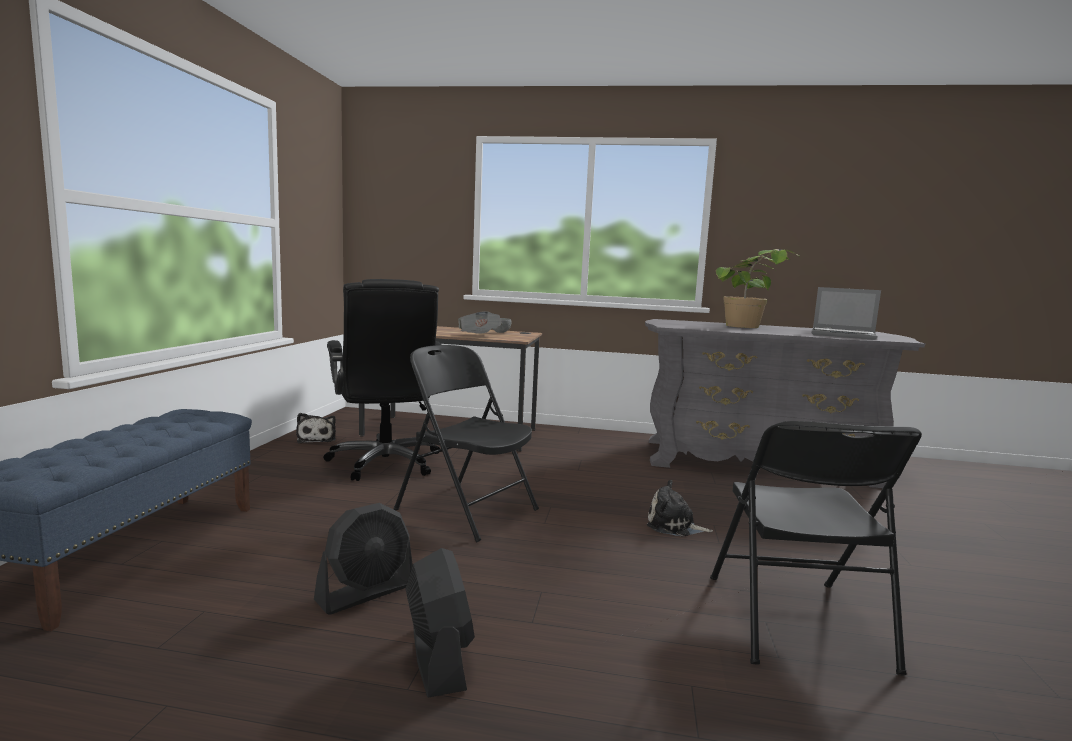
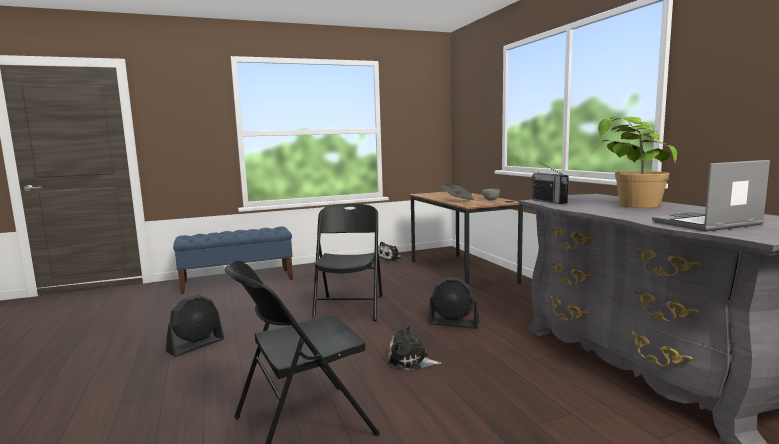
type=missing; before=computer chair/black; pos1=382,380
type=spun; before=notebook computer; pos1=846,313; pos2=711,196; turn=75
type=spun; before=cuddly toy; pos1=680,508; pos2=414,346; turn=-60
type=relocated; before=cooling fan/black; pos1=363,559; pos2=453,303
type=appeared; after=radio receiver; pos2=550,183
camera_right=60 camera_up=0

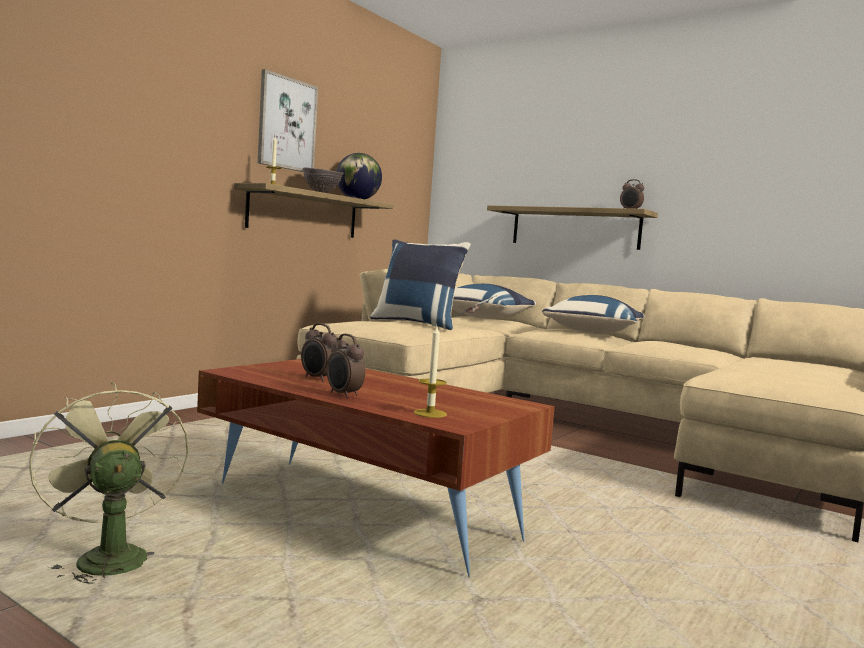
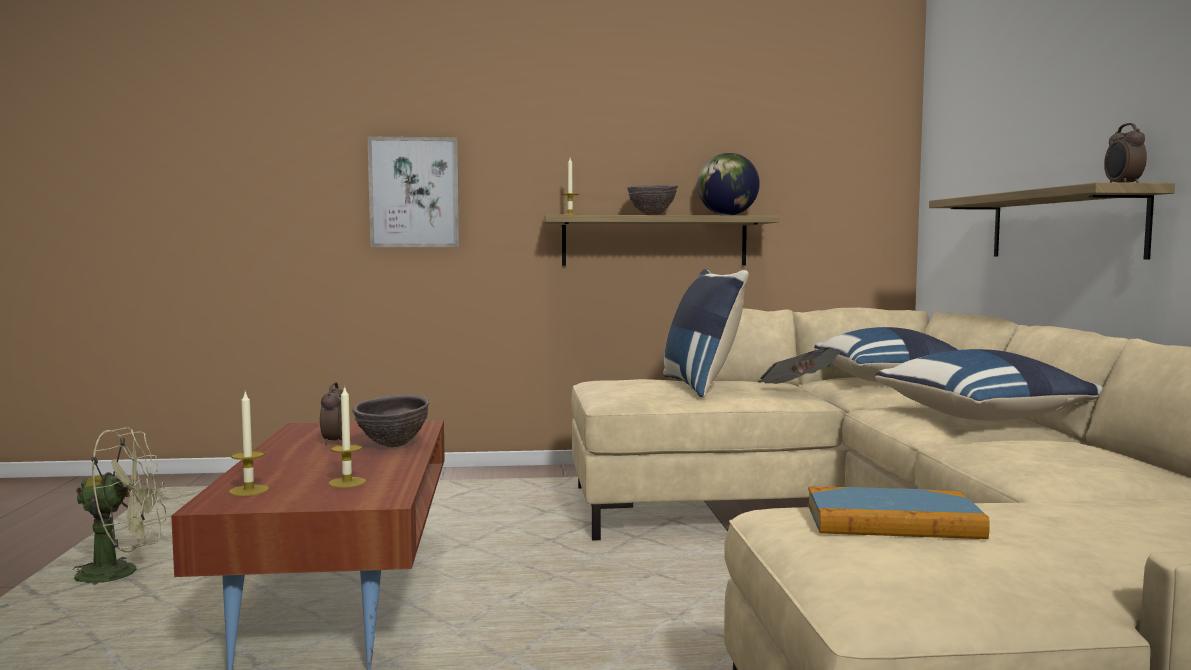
type=relocated; before=wall art; pos1=288,120; pos2=413,191
type=missing; before=bedside clock; pos1=346,366
type=spun; before=cooling fan/green; pos1=109,483; pos2=119,506; turn=60
type=appeared; after=candle; pos2=347,437
type=appeared; after=bowl/brown; pos2=391,421
type=appeared; after=volume; pos2=899,513
camera_right=50 camera_up=0

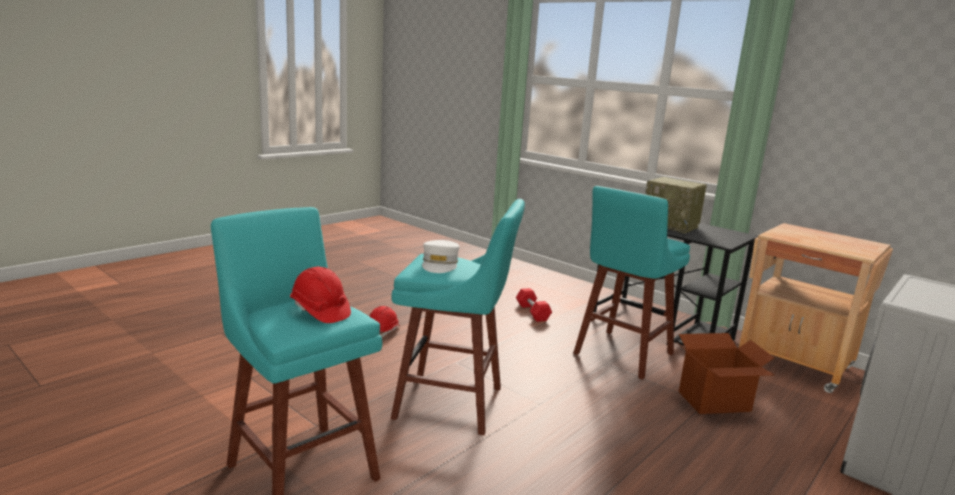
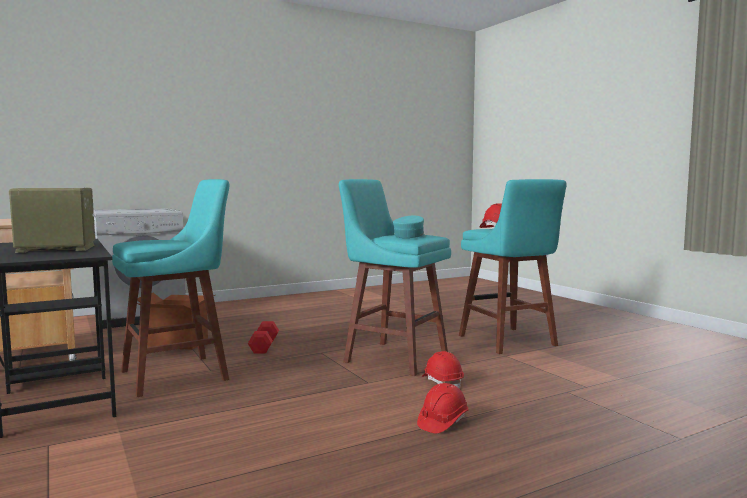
type=spun; before=radio receiver; pos1=676,205; pos2=52,220; turn=-75
type=colour; before=cap/white; after=cap/blue-green; pos1=441,256; pos2=409,227
type=relocated; before=dumbbell/reddish; pos1=534,305; pos2=263,337
type=appeared; after=work helmet/reddish; pos2=443,369
camera_right=-160 camera_up=-10

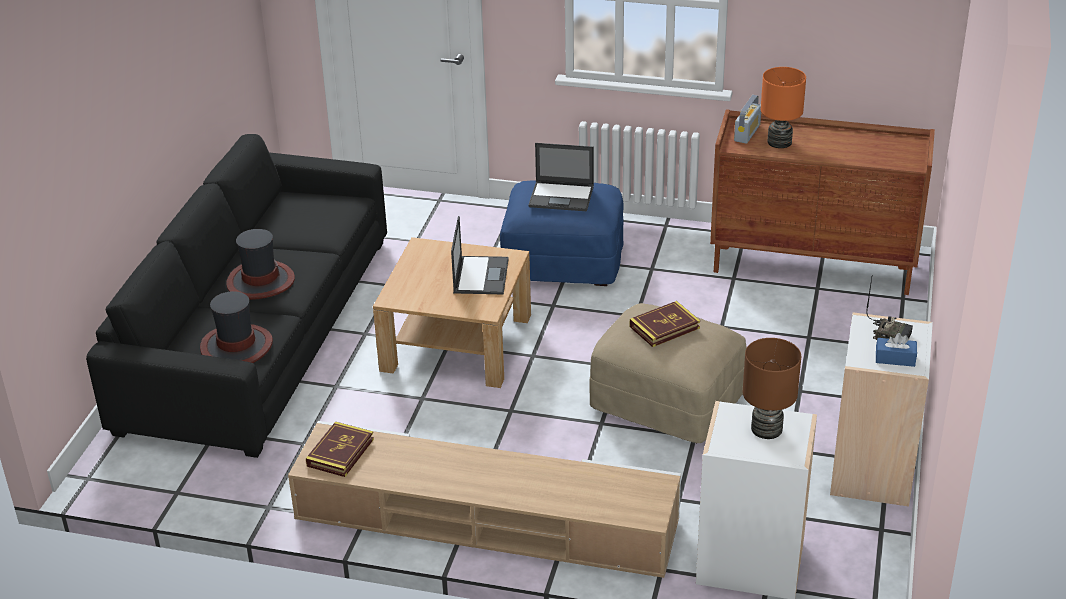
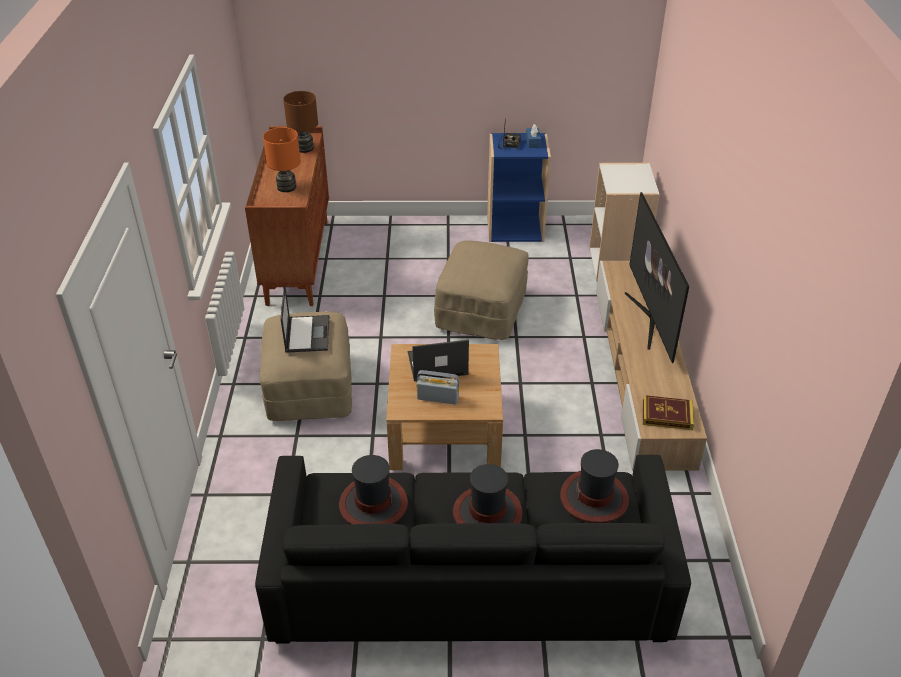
type=relocated; before=radio receiver; pos1=747,119; pos2=438,387
type=colour; before=pouffe/bluish; after=pouffe/sand-coloured; pos1=562,233; pos2=305,366
type=missing; before=volume; pos1=665,324
type=colour; before=bookshelf/white; after=bookshelf/bluish; pos1=881,409; pos2=519,187
type=relocated; before=lamp for a table/brown; pos1=772,388; pos2=300,122
type=appeared; after=TV; pos2=657,277
type=appeared; after=hat; pos2=373,489
camera_right=-105 camera_up=5

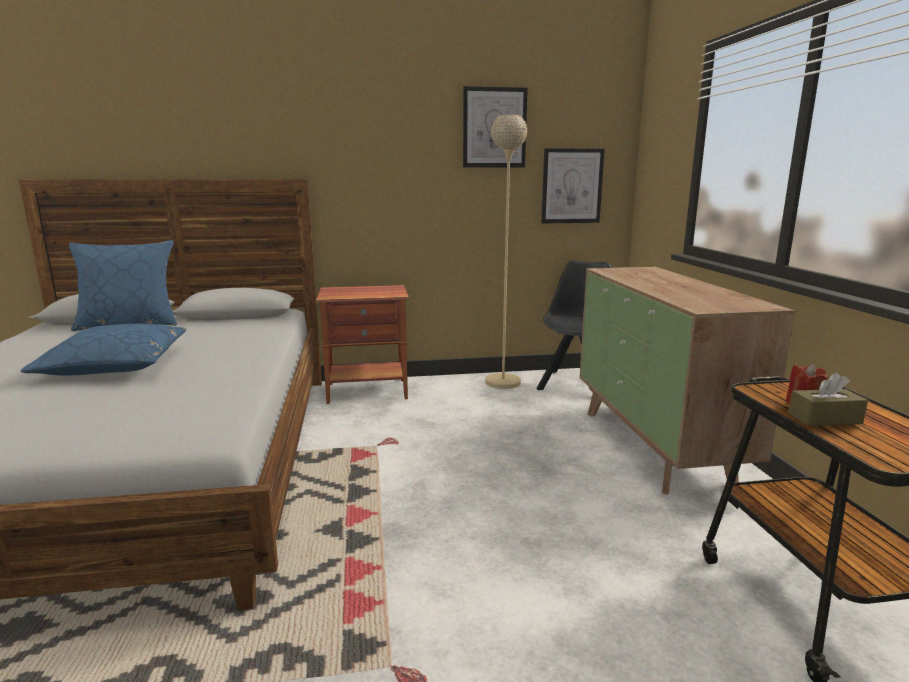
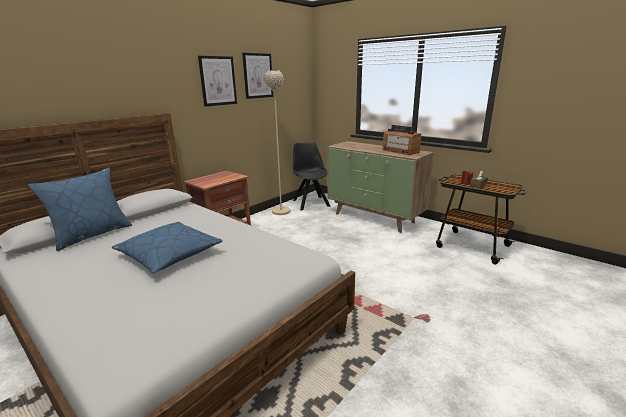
type=relocated; before=wall art; pos1=573,186; pos2=217,81
type=appeared; after=radio receiver; pos2=401,140
camera_right=-40 camera_up=5

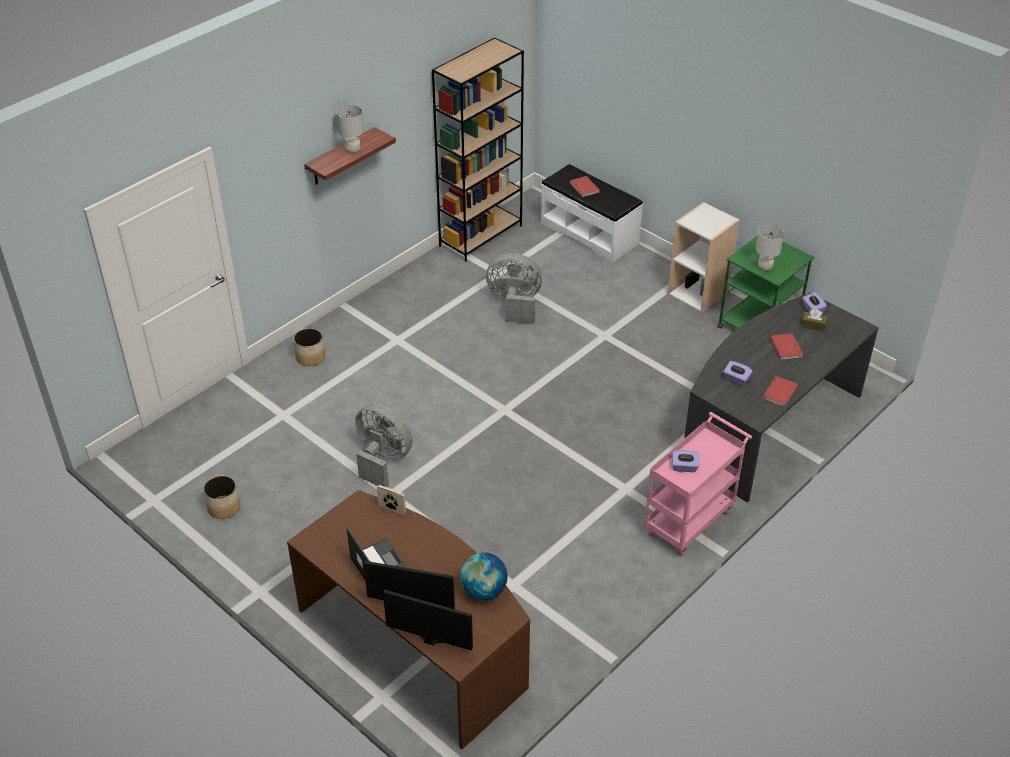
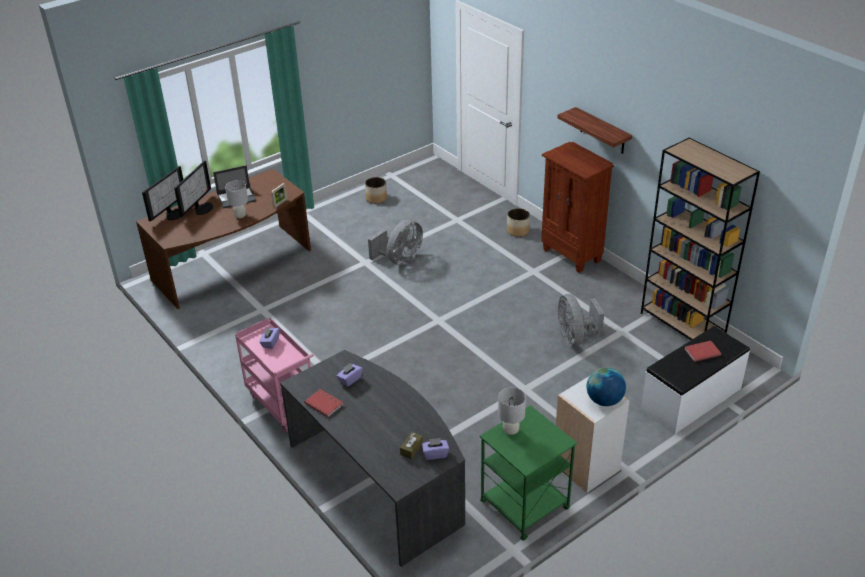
type=relocated; before=lamp for a table/gray; pos1=350,129; pos2=236,199
type=spun; before=cooling fan/gray; pos1=514,288; pos2=580,320; turn=150
type=missing; before=volume/reddish; pos1=786,346
type=relocated; before=desk globe; pos1=484,576; pos2=606,386
type=appeared; after=cupboard/brown; pos2=577,207
camera_right=100 camera_up=-5

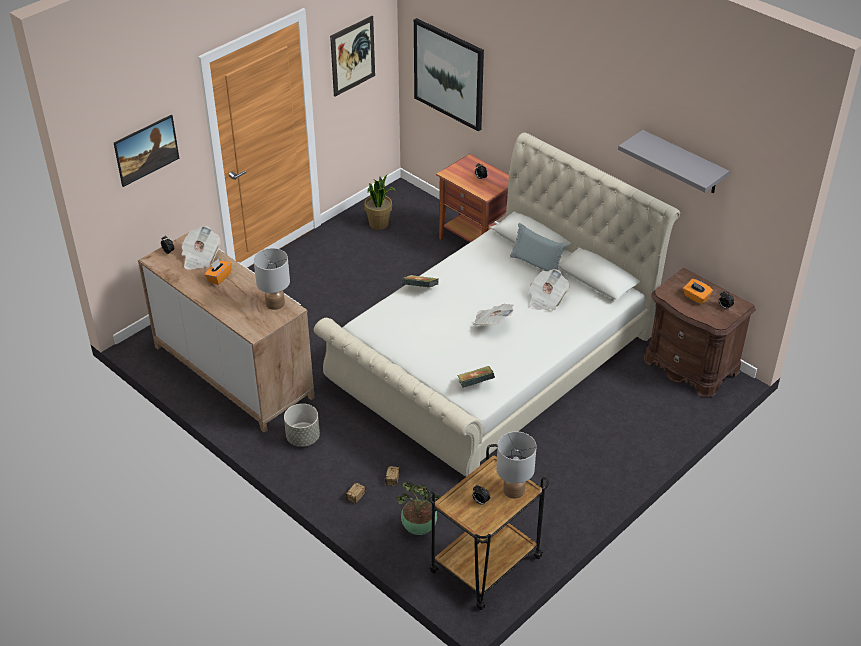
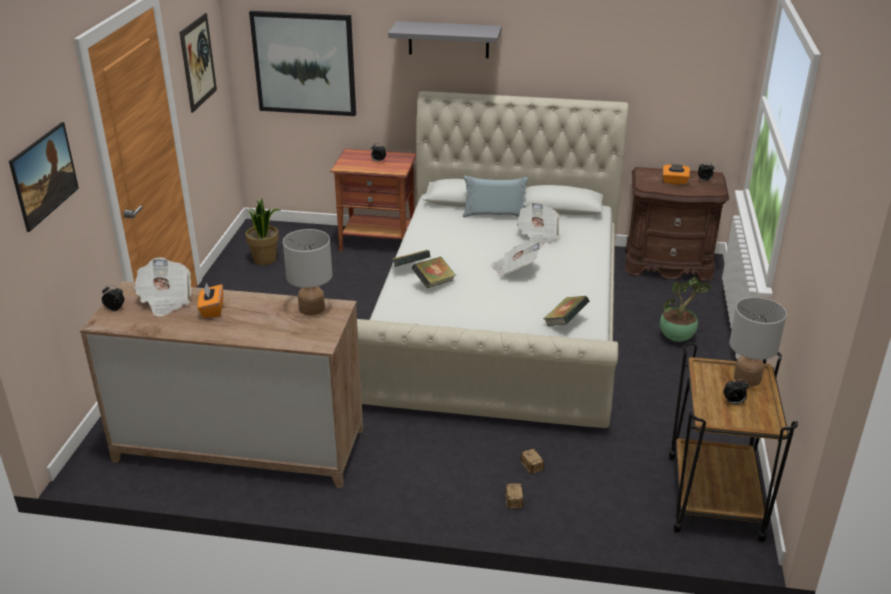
type=relocated; before=wall shelf/gray; pos1=673,161; pos2=445,39
type=missing; before=flower pot/gray; pos1=302,425
type=relocated; before=houseplant; pos1=418,508; pos2=685,309
type=appeared; after=volume; pos2=434,272
camera_right=-35 camera_up=-10

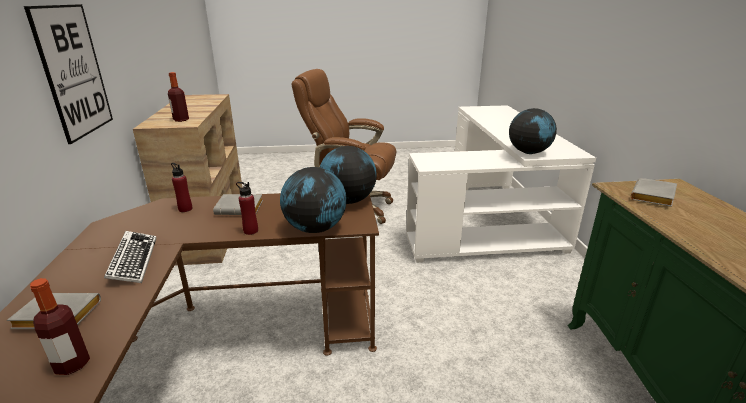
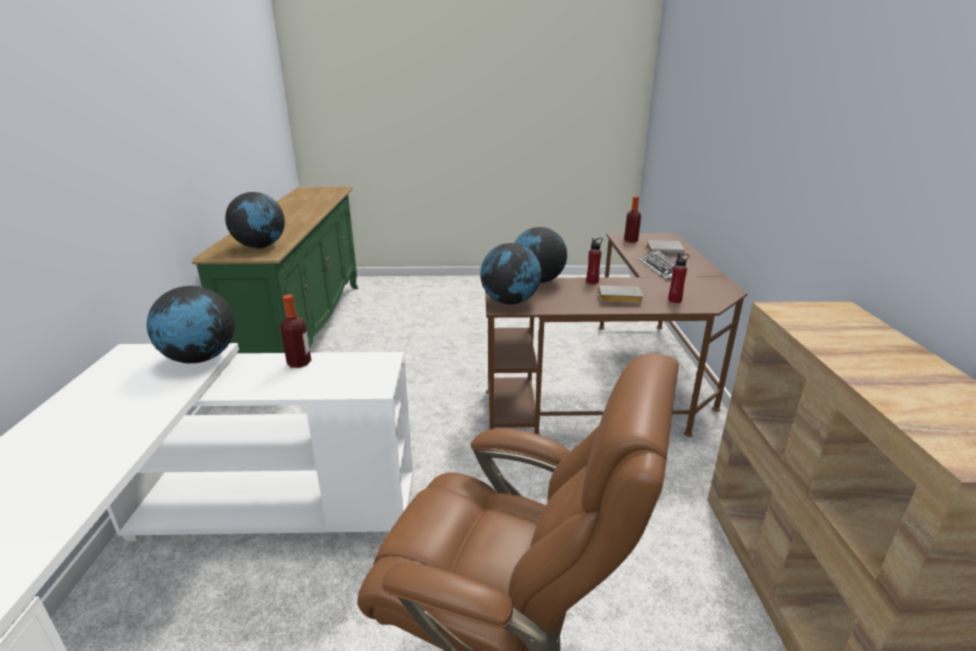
type=missing; before=wall art; pos1=68,74
type=relocated; before=drink bottle; pos1=178,97; pos2=295,331
type=exchanged; before=volume/gray; after=desk globe; pos1=654,192; pos2=255,220
camera_right=-175 camera_up=0

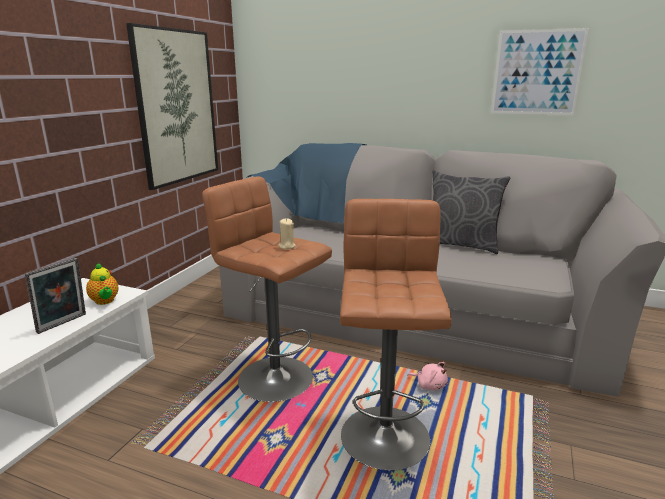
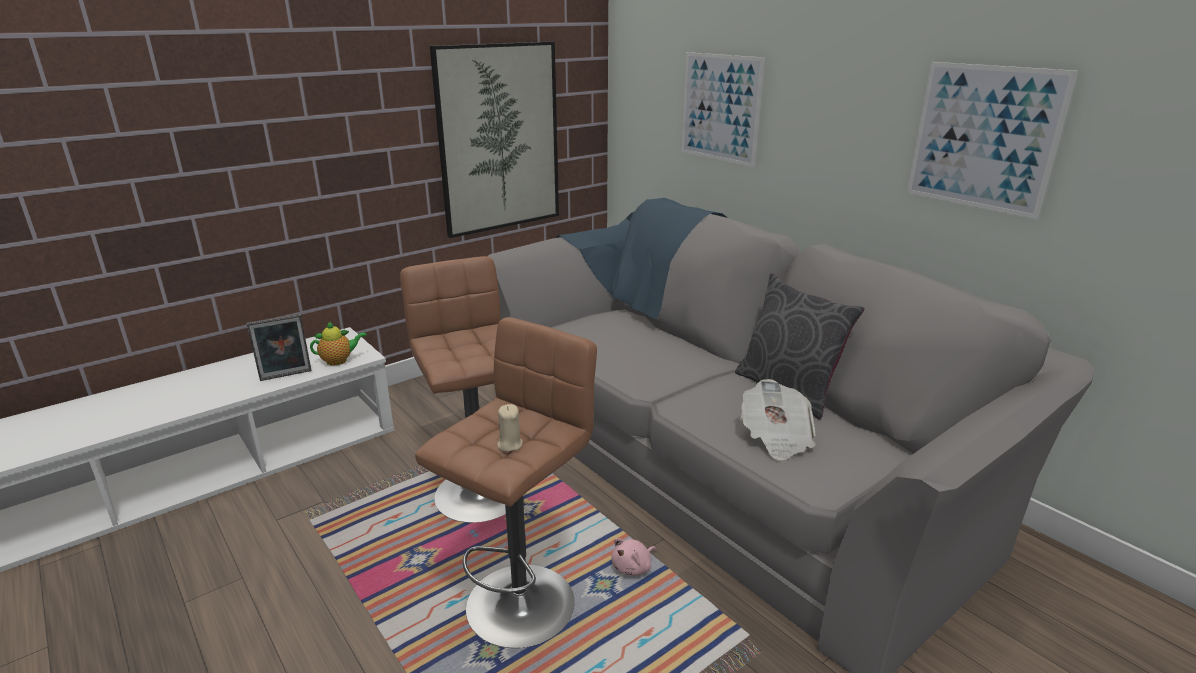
type=relocated; before=candle/sand-coloured; pos1=287,233; pos2=510,428
type=spun; before=pot for tea; pos1=102,284; pos2=338,343; turn=-105
type=spun; before=cuddly toy/pink-coloured; pos1=427,376; pos2=633,557; turn=75
type=appeared; after=wall art; pos2=723,109
type=appeared; after=newspaper; pos2=777,420
camera_right=30 camera_up=5

